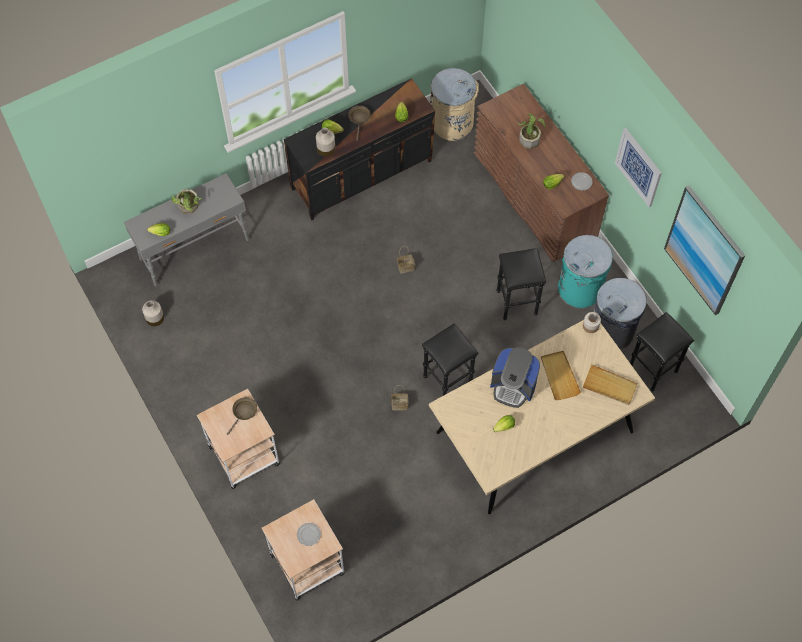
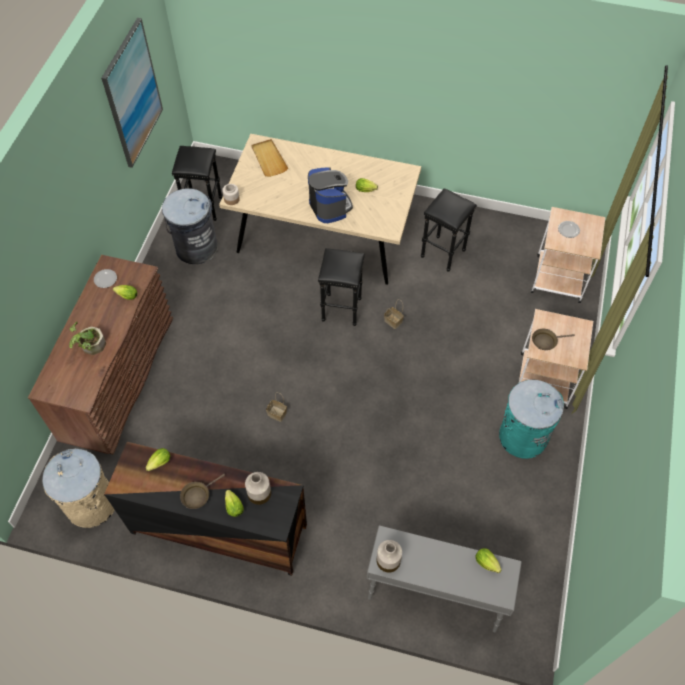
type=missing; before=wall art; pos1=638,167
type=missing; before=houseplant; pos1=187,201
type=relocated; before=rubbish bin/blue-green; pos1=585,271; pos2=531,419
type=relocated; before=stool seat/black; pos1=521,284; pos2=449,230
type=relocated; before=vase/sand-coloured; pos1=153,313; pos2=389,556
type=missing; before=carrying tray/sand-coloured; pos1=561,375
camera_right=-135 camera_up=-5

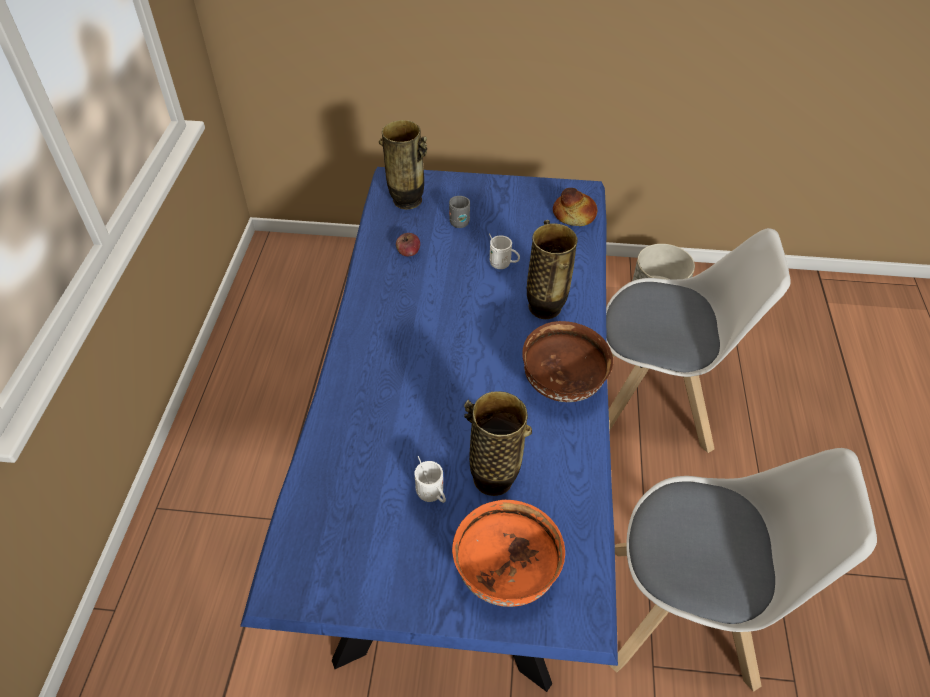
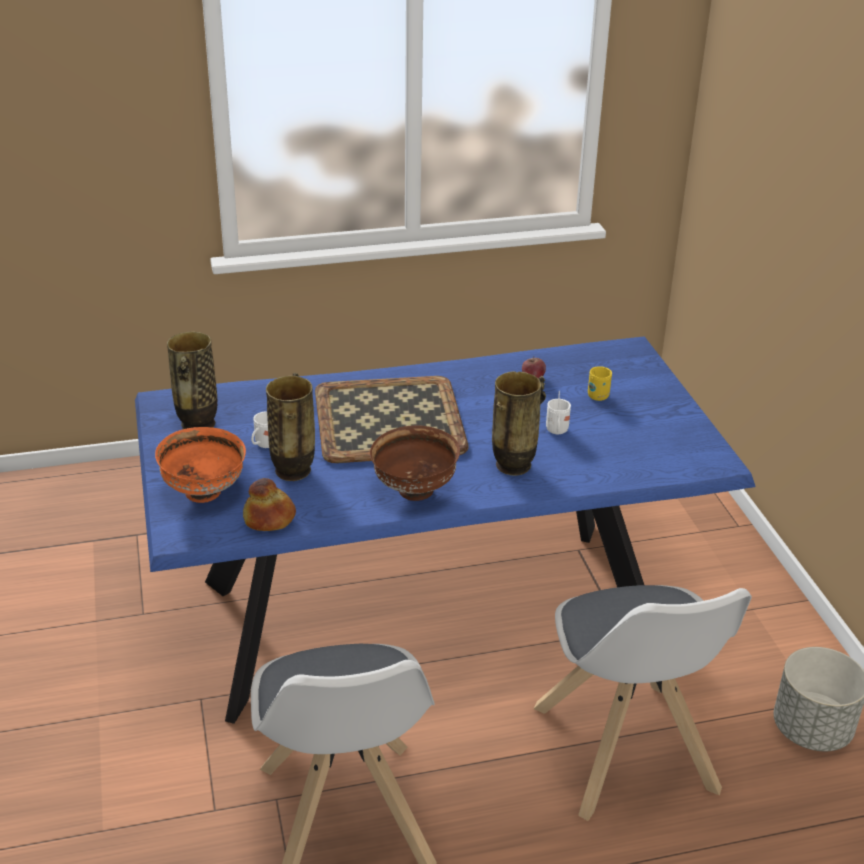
type=relocated; before=vase; pos1=403,164; pos2=192,380
type=relocated; before=bread; pos1=575,207; pos2=269,504
type=colour; before=tea mug/gray; after=tea mug/yellow; pos1=459,212; pos2=600,383
type=appeared; after=carrying tray; pos2=392,419
camera_right=70 camera_up=-15

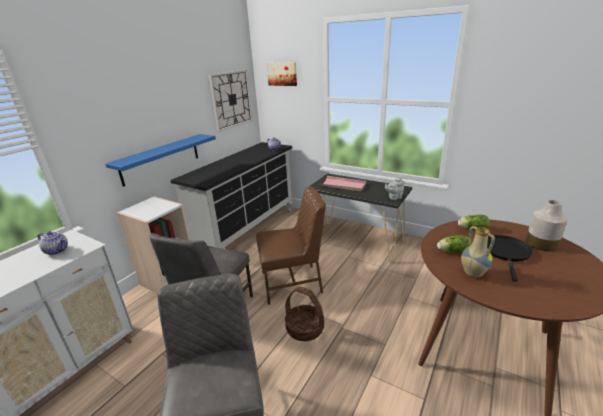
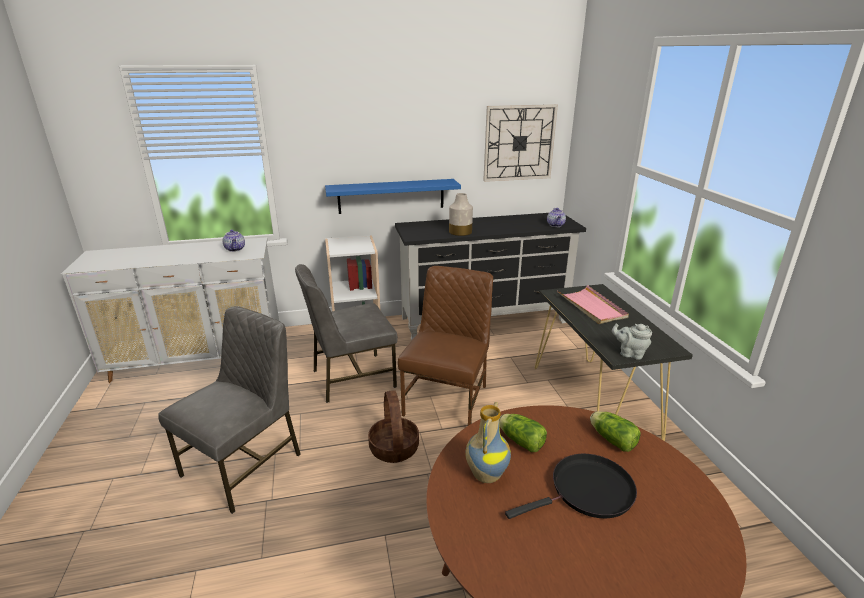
type=missing; before=wall art; pos1=282,74
type=spun; before=plain chair/brown; pos1=291,245; pos2=445,346; turn=-105
type=relocated; before=vase/sand-coloured; pos1=546,225; pos2=461,214
camera_right=45 camera_up=0

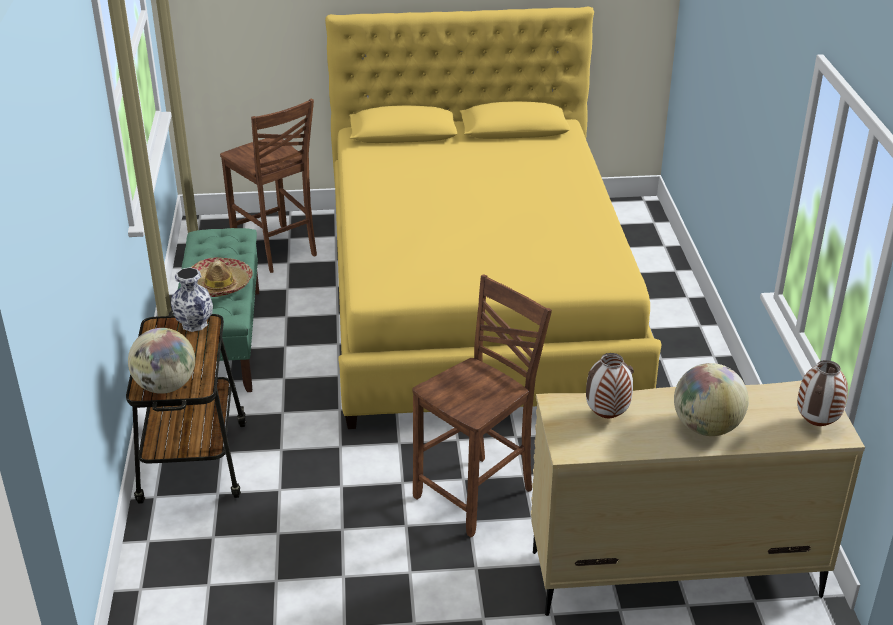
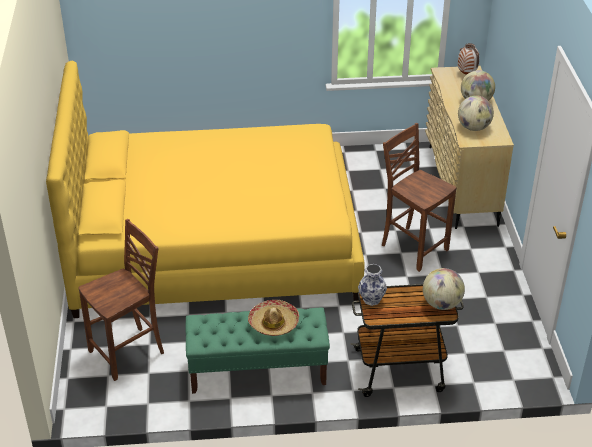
type=exchanged; before=vase; after=desk globe; pos1=610,385; pos2=476,113
camera_right=-90 camera_up=5

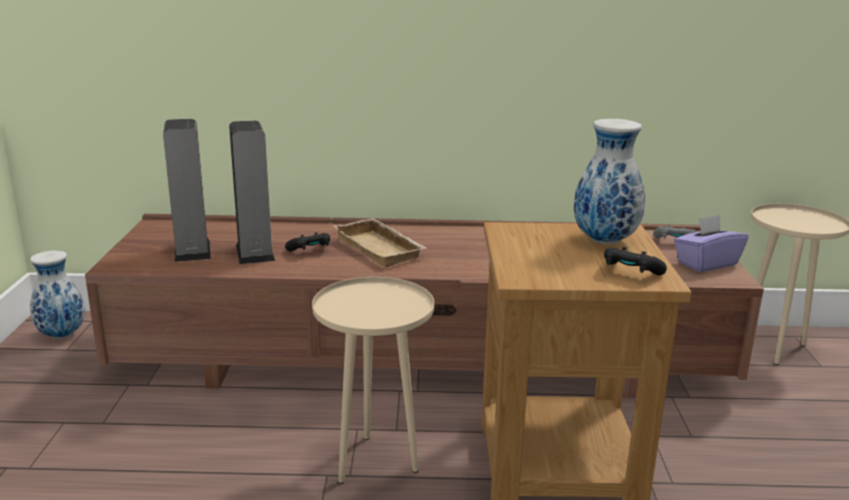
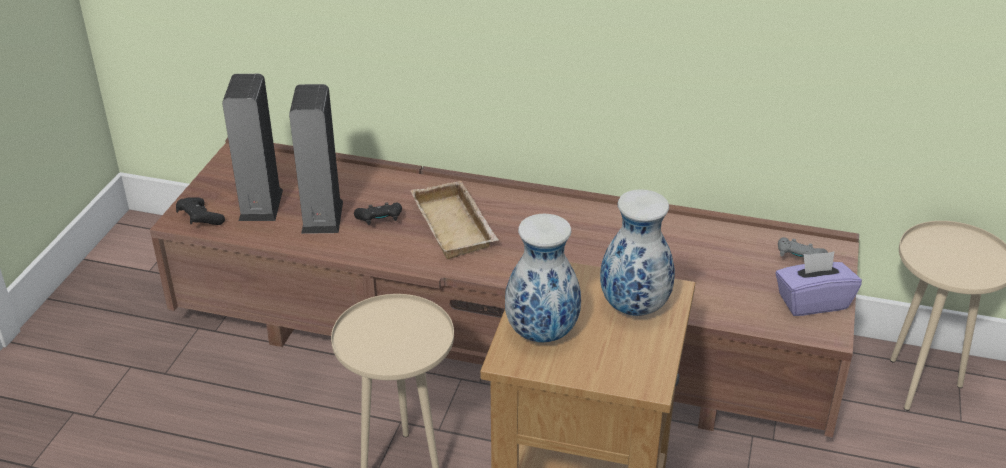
type=relocated; before=game controller/black; pos1=635,261; pos2=200,211
type=relocated; before=vase; pos1=57,294; pos2=543,278
camera_right=15 camera_up=15

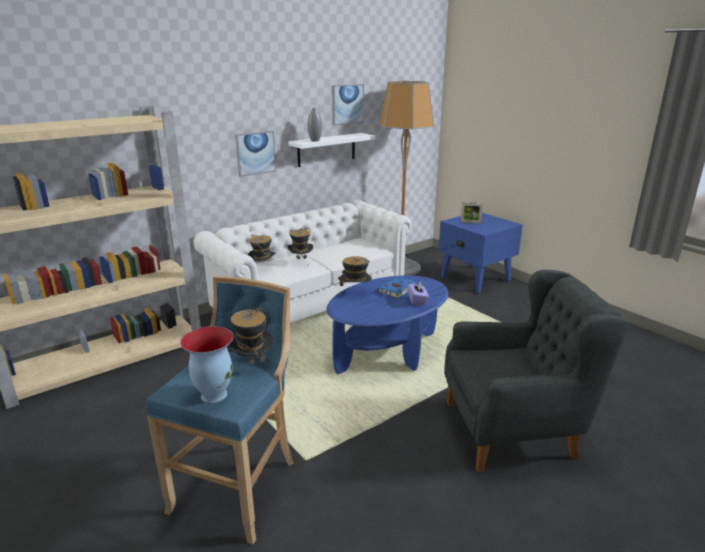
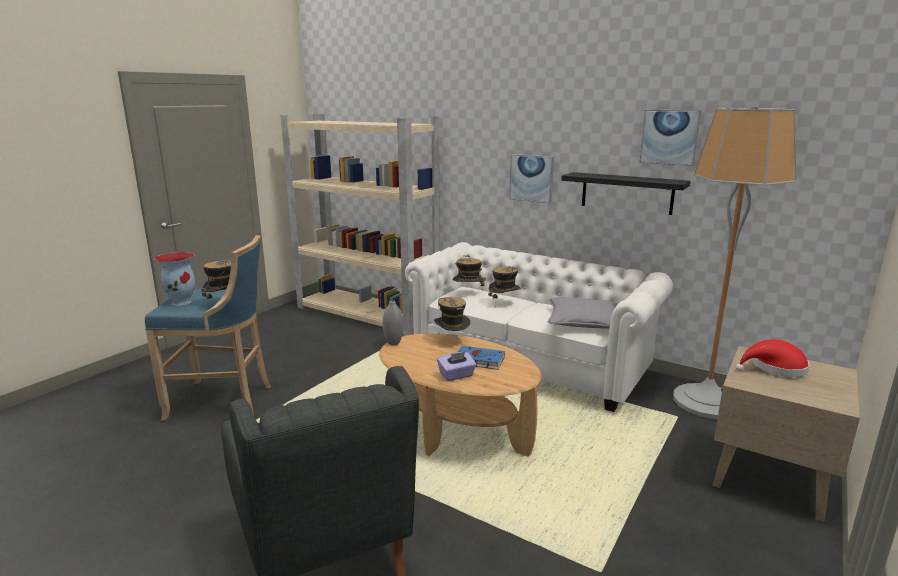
type=relocated; before=vase/gray; pos1=315,125; pos2=393,323
type=colour; before=wall shelf/white; after=wall shelf/black; pos1=331,150; pos2=625,193
type=exchanged; before=photo frame; after=hat/reddish; pos1=472,212; pos2=772,358
type=colour; before=bedside table/bluish; after=bedside table/sand-coloured; pos1=480,253; pos2=786,434
type=colour; before=low table/bluish; after=low table/brown; pos1=387,324; pos2=460,395
type=appeared; after=pillow/gray; pos2=583,313
camera_right=70 camera_up=-5

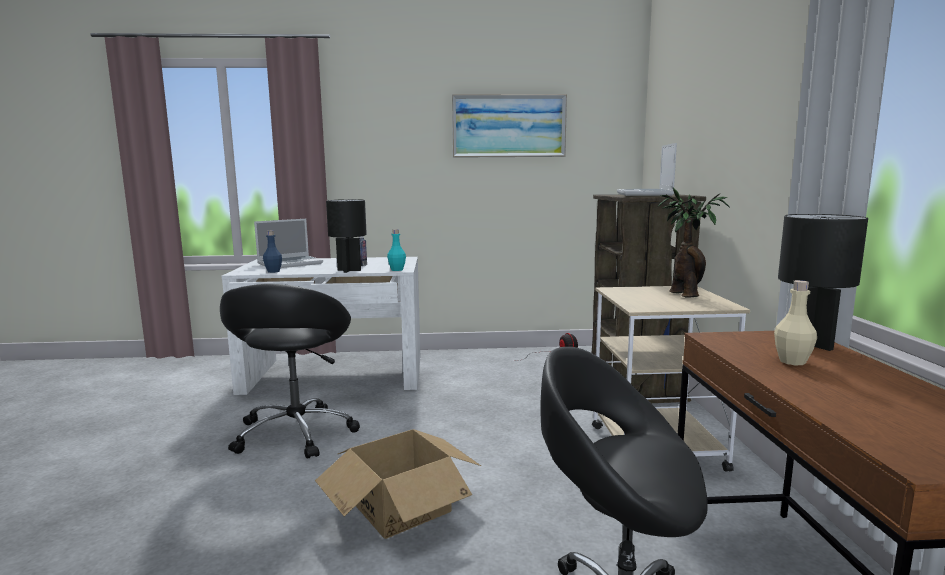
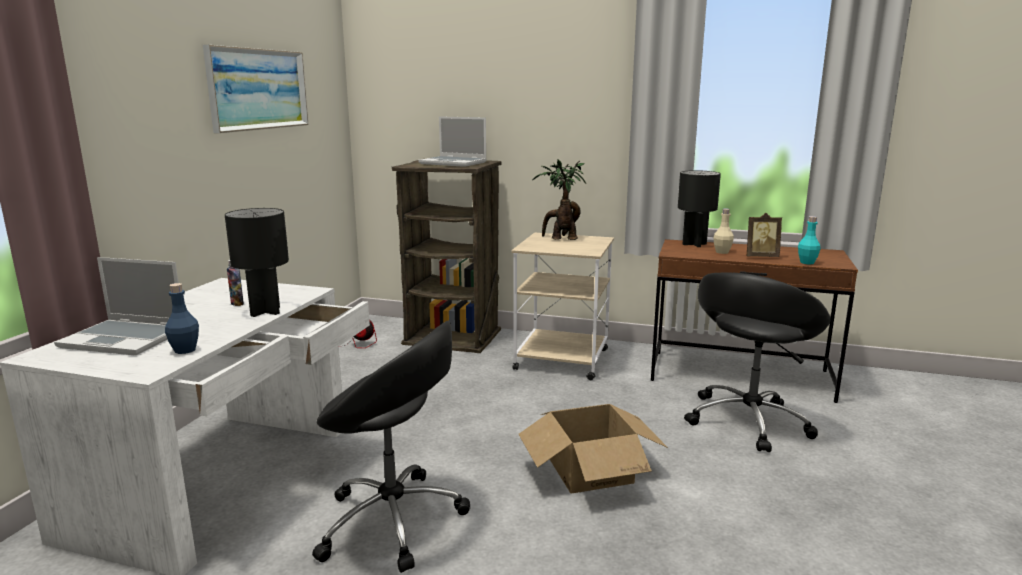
type=spun; before=notebook computer; pos1=288,243; pos2=116,306; turn=120
type=relocated; before=drink bottle/blue-green; pos1=396,250; pos2=809,240
type=appeared; after=photo frame; pos2=764,235
camera_right=-70 camera_up=5

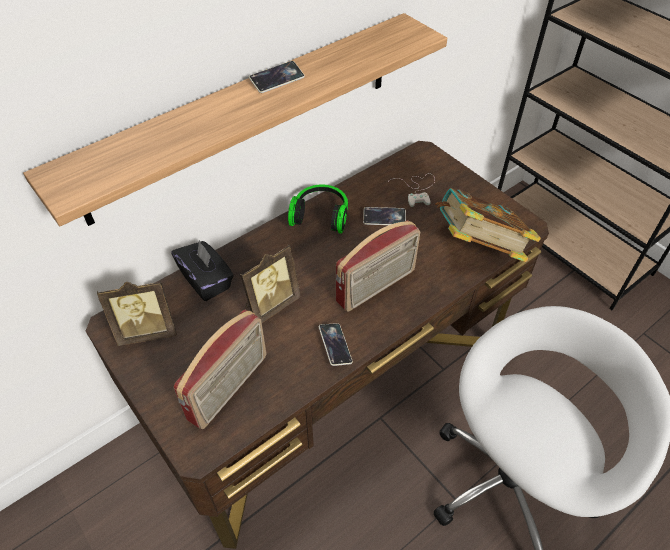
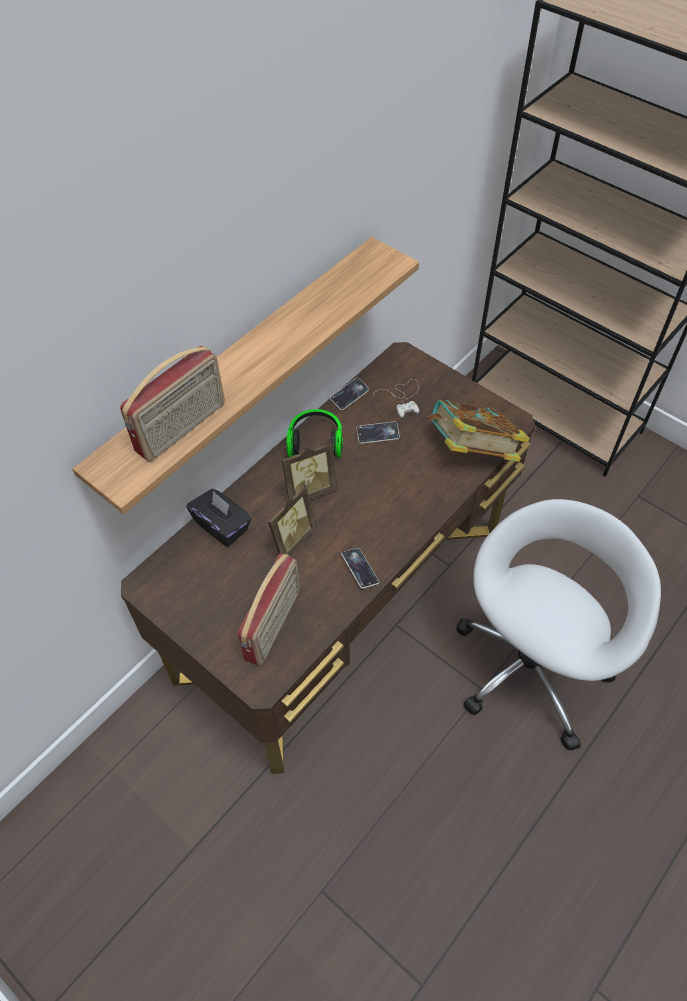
type=relocated; before=handset; pos1=277,77; pos2=349,394
type=relocated; before=radio receiver; pos1=378,266; pos2=172,404
type=relocated; before=photo frame; pos1=137,313; pos2=309,470
camera_right=-10 camera_up=5

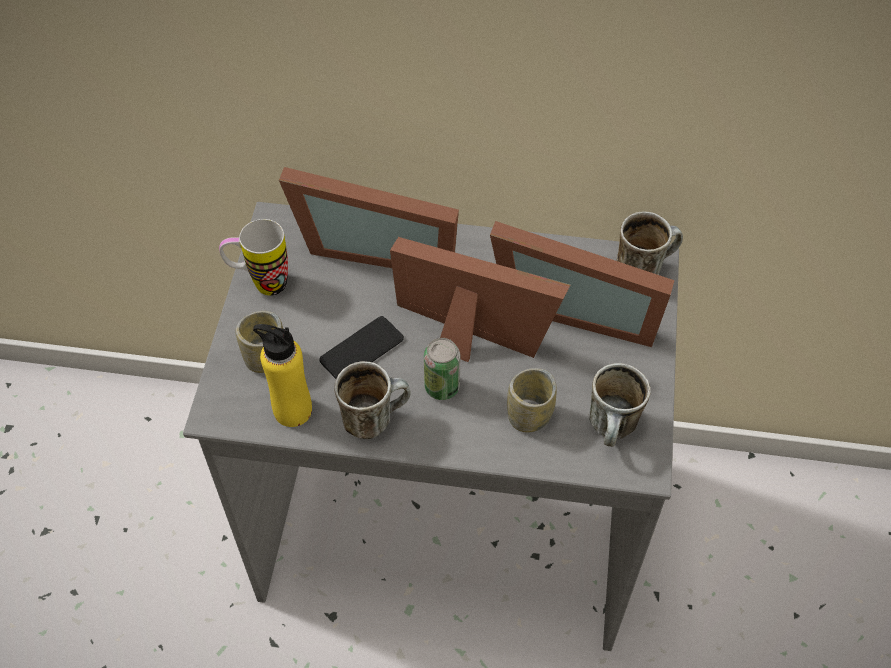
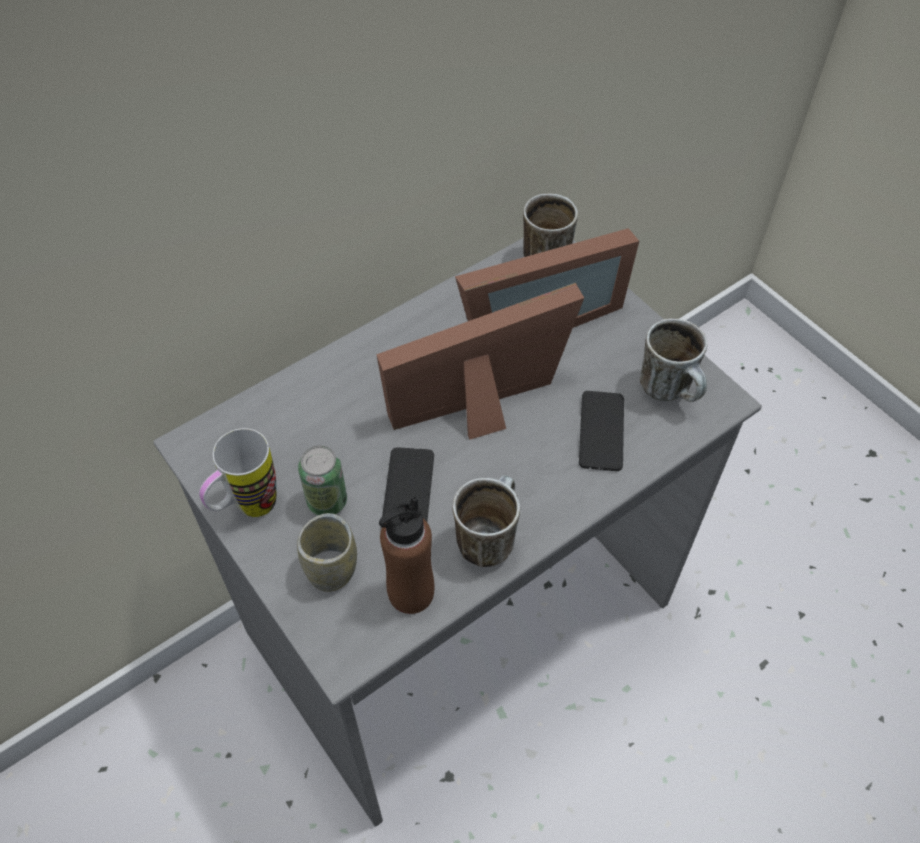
type=missing; before=photo frame; pos1=369,217
type=colour; before=drink bottle/yellow; after=drink bottle/brown; pos1=282,375; pos2=407,555
type=relocated; before=can; pos1=442,369; pos2=322,480
type=exchanged; before=small cup; after=handset; pos1=532,400; pos2=601,431
camera_right=-45 camera_up=0

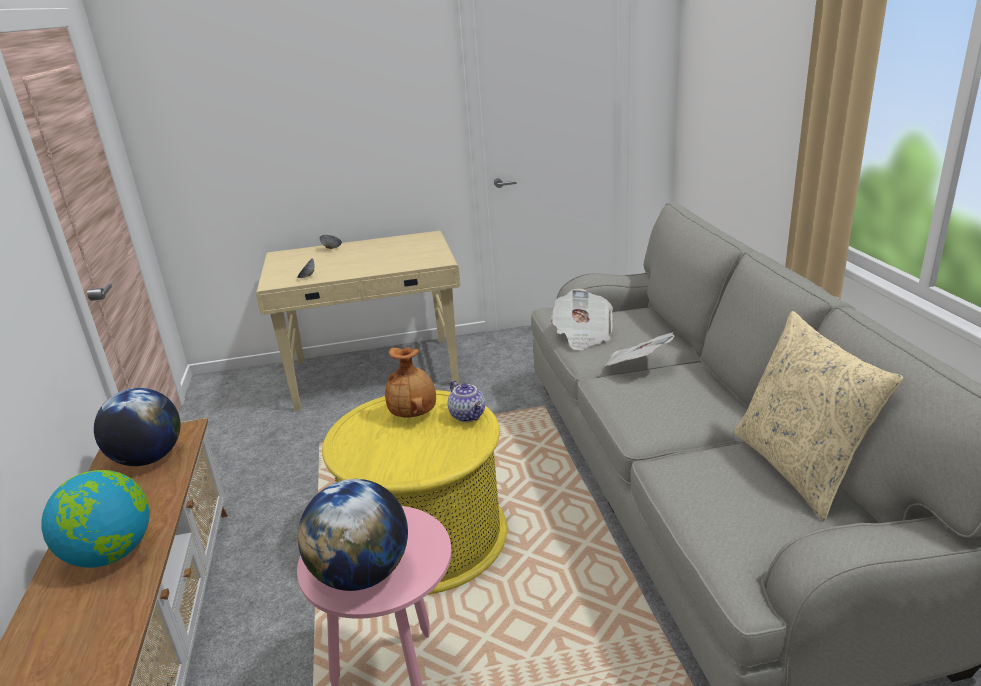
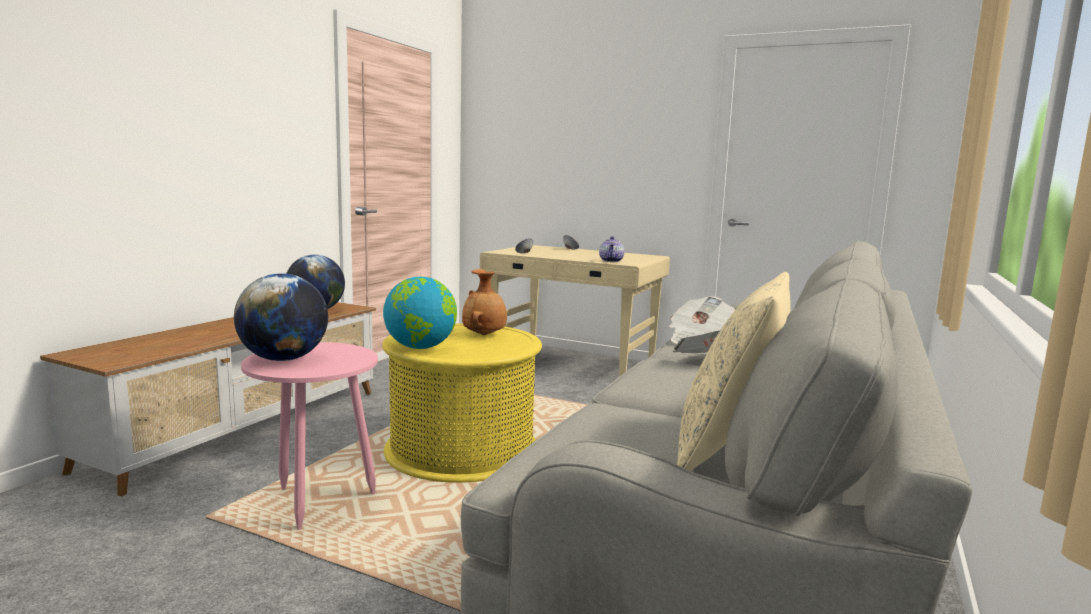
type=relocated; before=pot for tea; pos1=466,401; pos2=611,249
type=relocated; before=desk globe; pos1=96,519; pos2=420,313
camera_right=35 camera_up=-15

